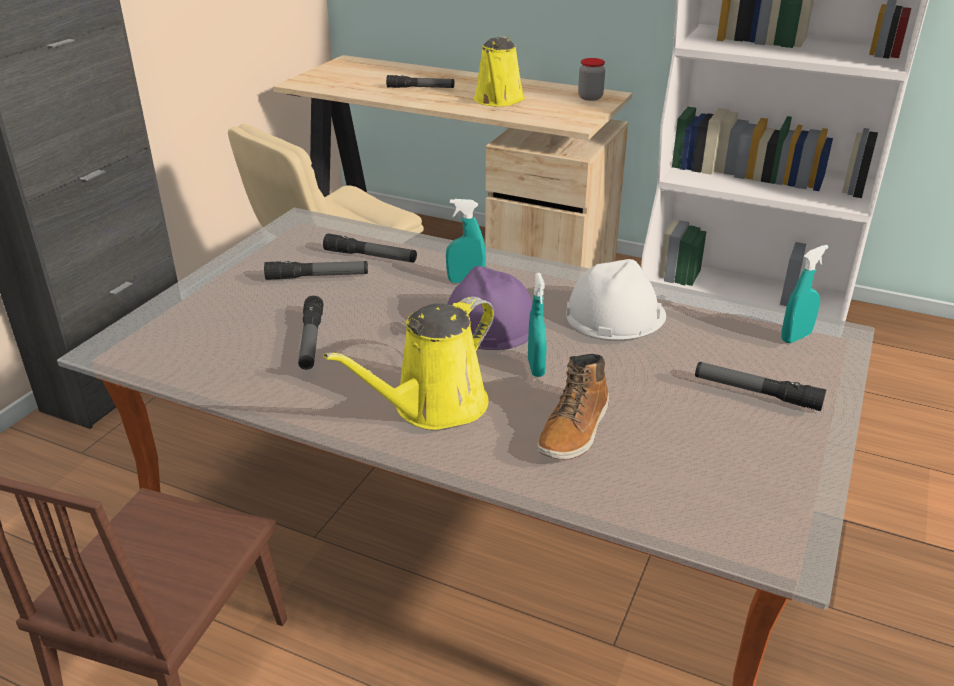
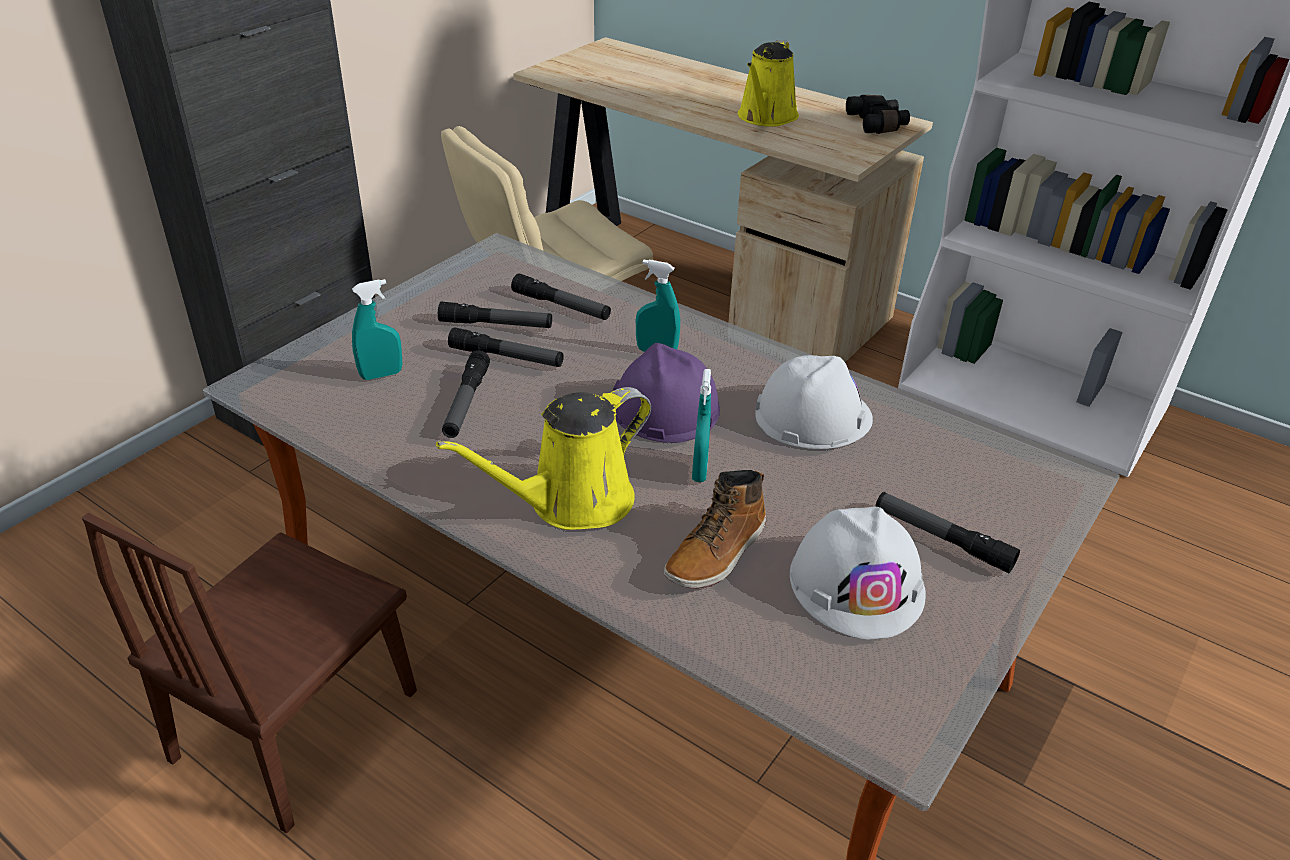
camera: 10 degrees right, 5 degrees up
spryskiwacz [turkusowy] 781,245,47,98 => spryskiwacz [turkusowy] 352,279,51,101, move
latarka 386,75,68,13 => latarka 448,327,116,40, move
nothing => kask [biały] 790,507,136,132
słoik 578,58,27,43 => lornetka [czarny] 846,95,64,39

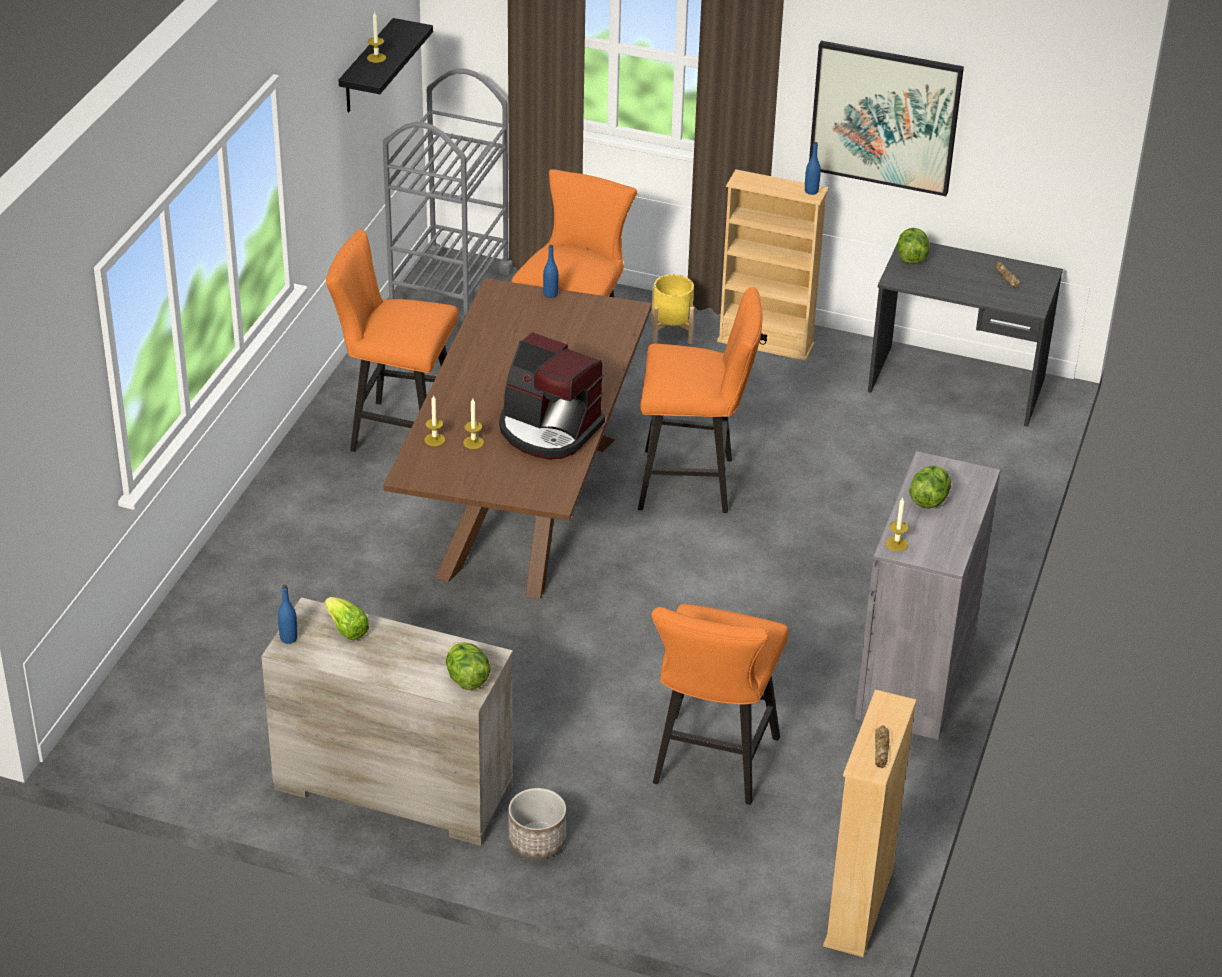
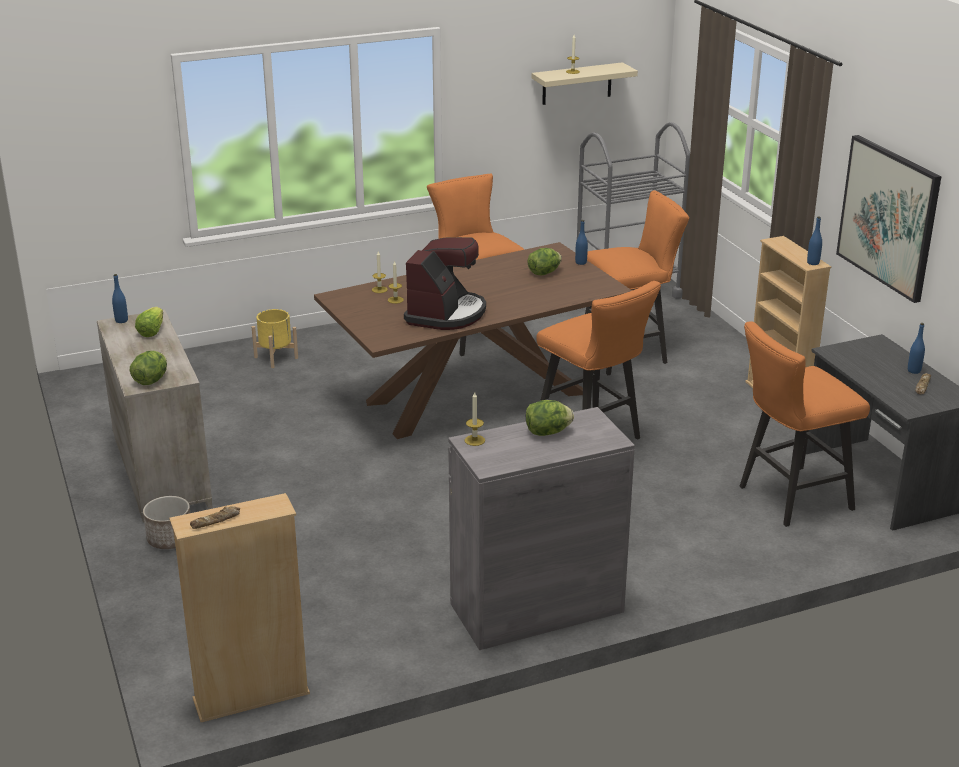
camera: 50 degrees right, 10 degrees down
donica [żółty] 651,274,43,70 => donica [żółty] 252,309,46,59, move
ekspres do kawy 499,332,106,127 => ekspres do kawy 404,237,82,93, 150 degrees counterclockwise
sałata 897,228,33,36 => sałata 527,248,35,27, move
półka [czarny] 339,18,94,94 => półka [beżowy] 532,62,106,43
stołek [pomarańczowy] 651,604,137,201 => stołek [pomarańczowy] 740,321,130,206, move
nothing => butelka [niebieski] 908,323,17,51

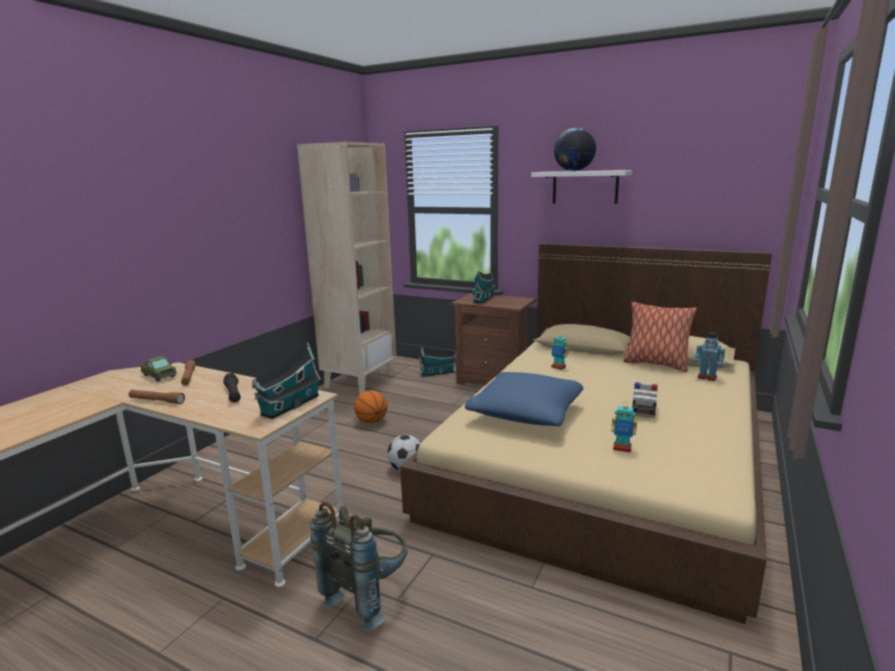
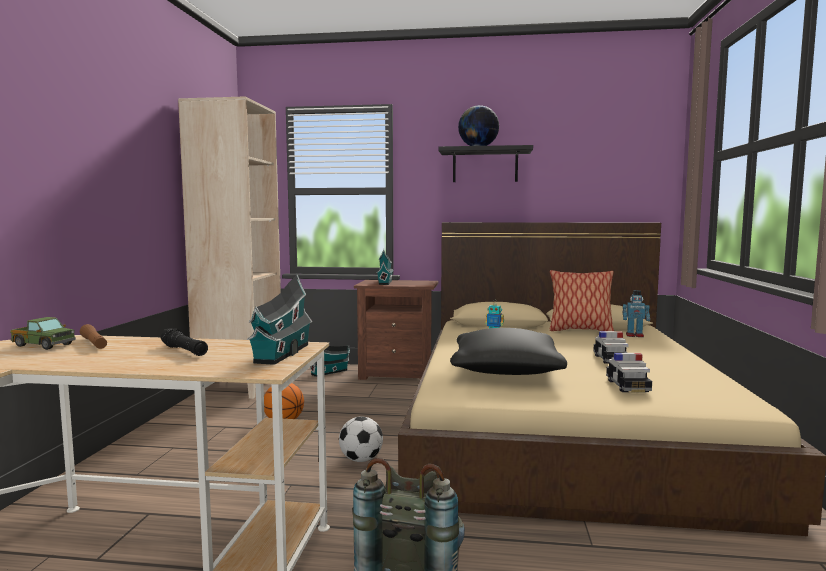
camera: 20 degrees left, 10 degrees down
półka [biały] 531,170,101,34 => półka [czarny] 438,145,95,37
poduszka [niebieski] 465,372,118,54 => poduszka [czarny] 450,328,117,47
robot zabawkowy 611,401,26,51 => samochodzik 606,353,46,40
latarka [brązowy] 129,390,56,14 => nothing

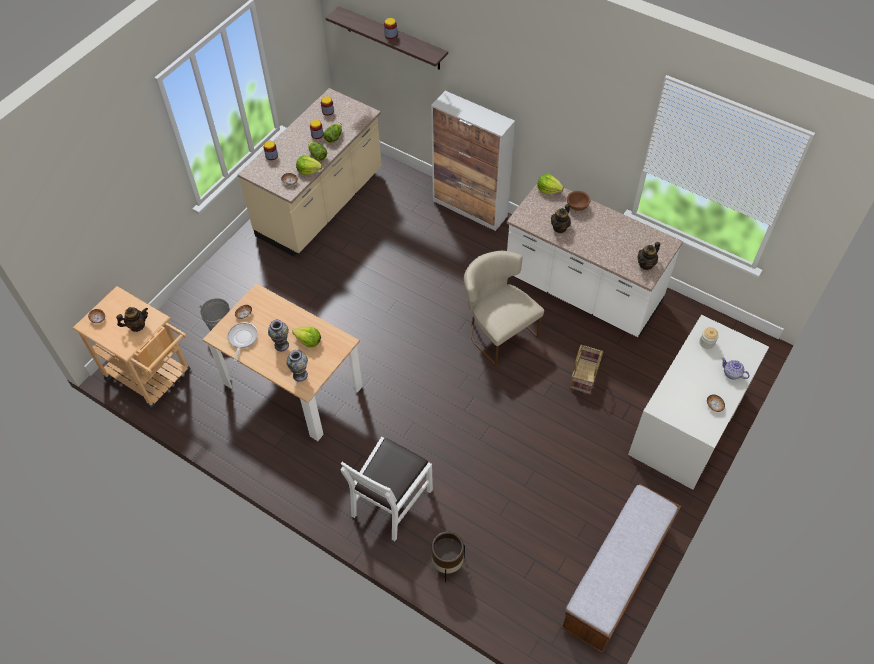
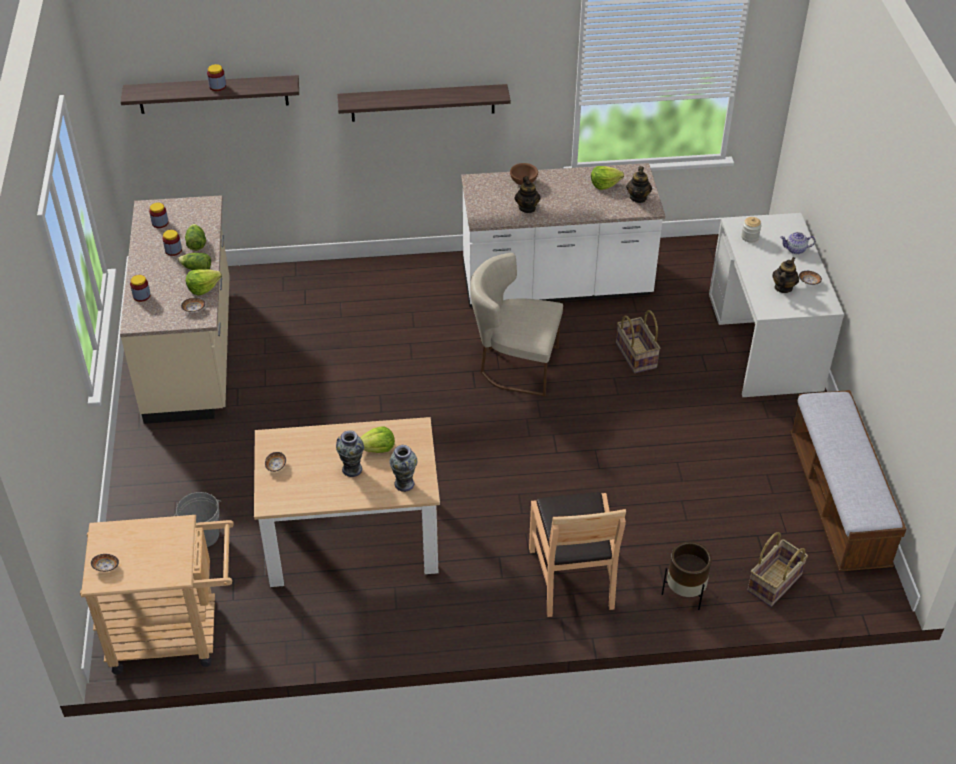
camera: 40 degrees left, 10 degrees down
nothing => półka 337,84,174,38
krzesło [biały] 341,437,92,104 => krzesło [brązowy] 529,492,97,125
sałata 537,173,27,21 => sałata 591,166,33,24, move
nothing => koszyk 747,532,61,75
imbryk 116,307,32,25 => imbryk 772,257,27,36, move
patelnia 227,323,31,38 => nothing
szafka 431,91,84,140 => nothing

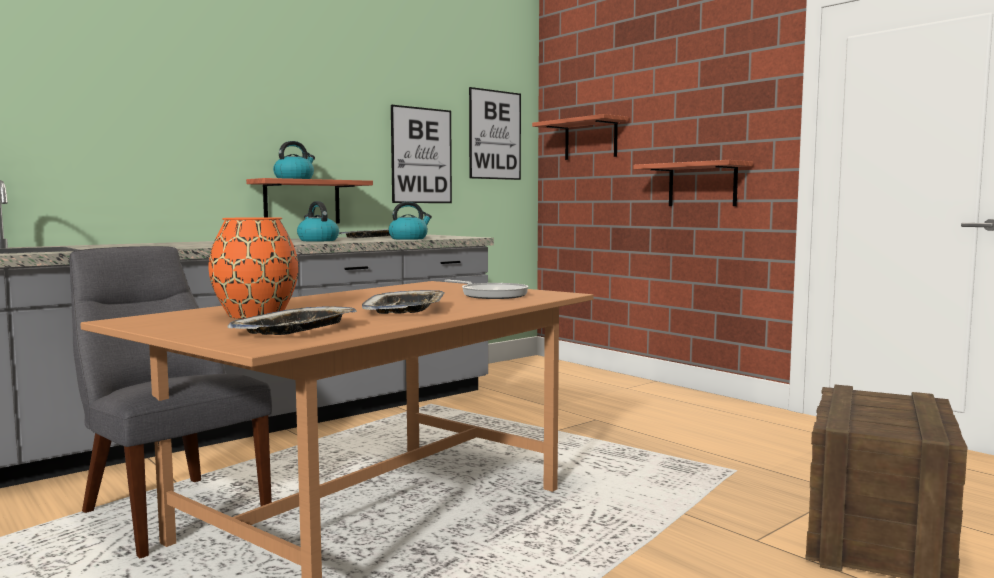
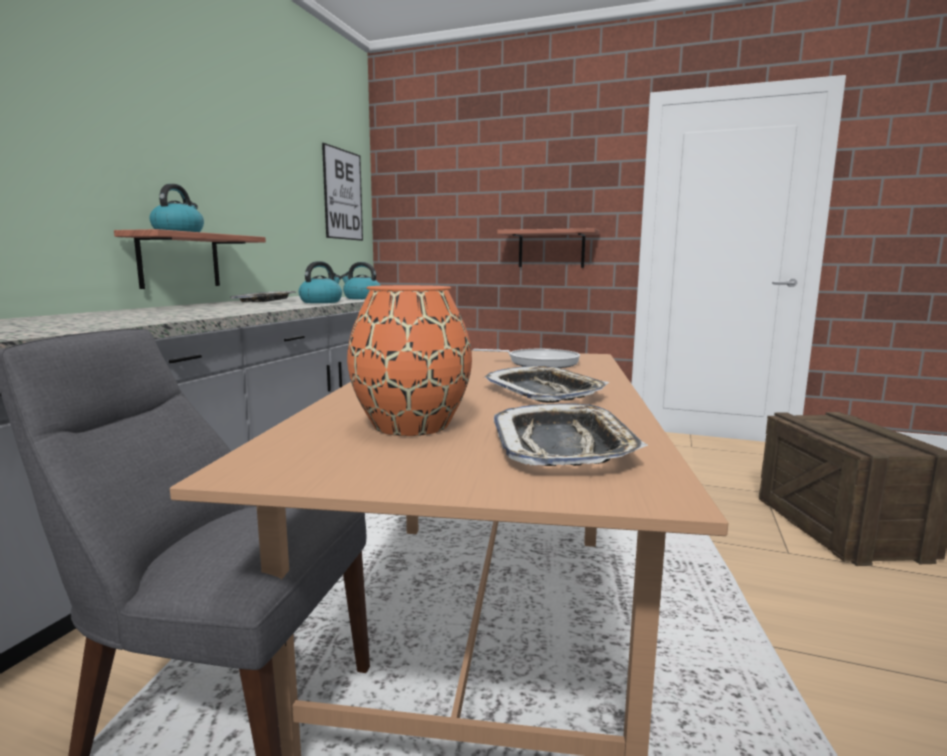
camera: 30 degrees left, 5 degrees up
czajnik 297,201,42,41 => czajnik 341,262,40,37, move
obraz 391,105,61,98 => nothing
półka 532,114,97,46 => nothing

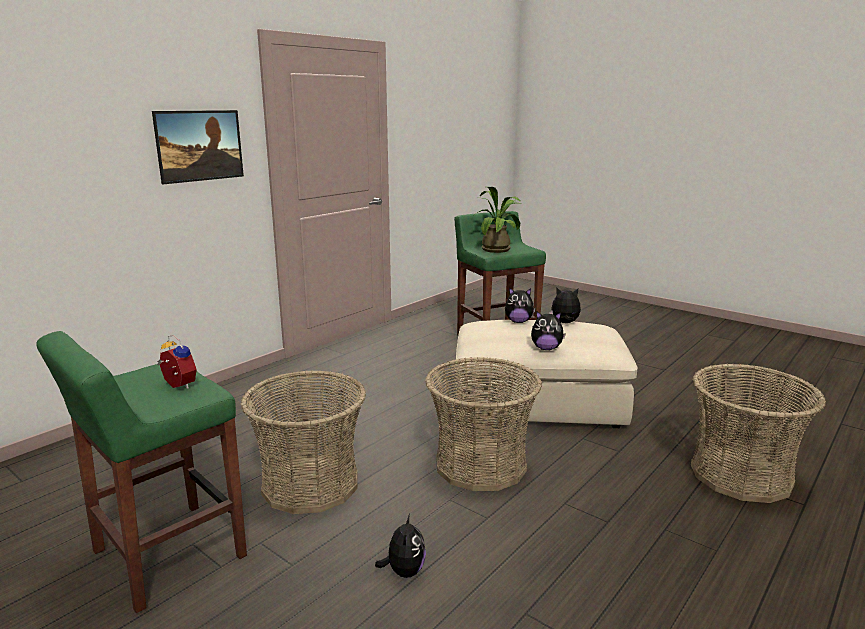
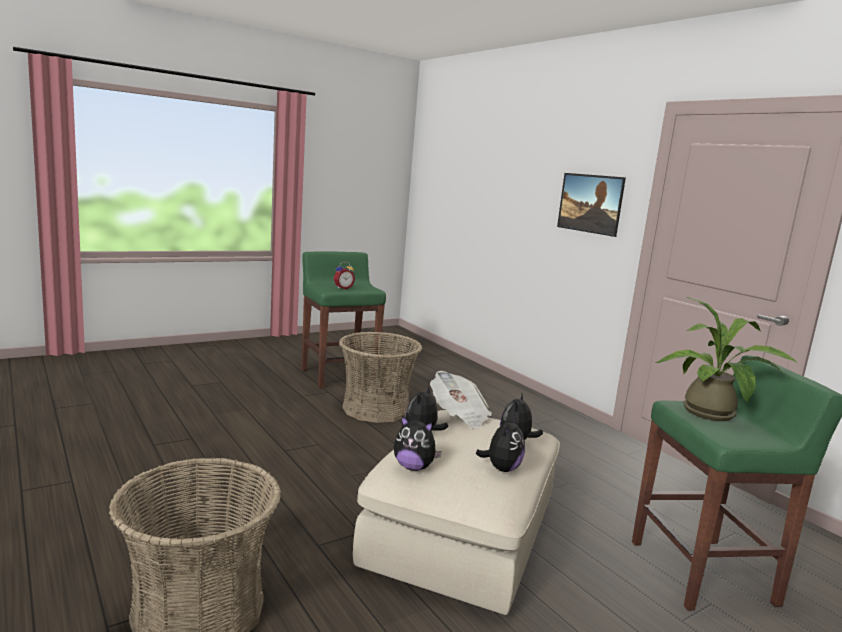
camera: 105 degrees right, 5 degrees down
pluszak 375,514,51,64 => pluszak 394,416,48,55, move
nothing => gazeta 430,371,62,58
koszyk 425,357,117,134 => nothing

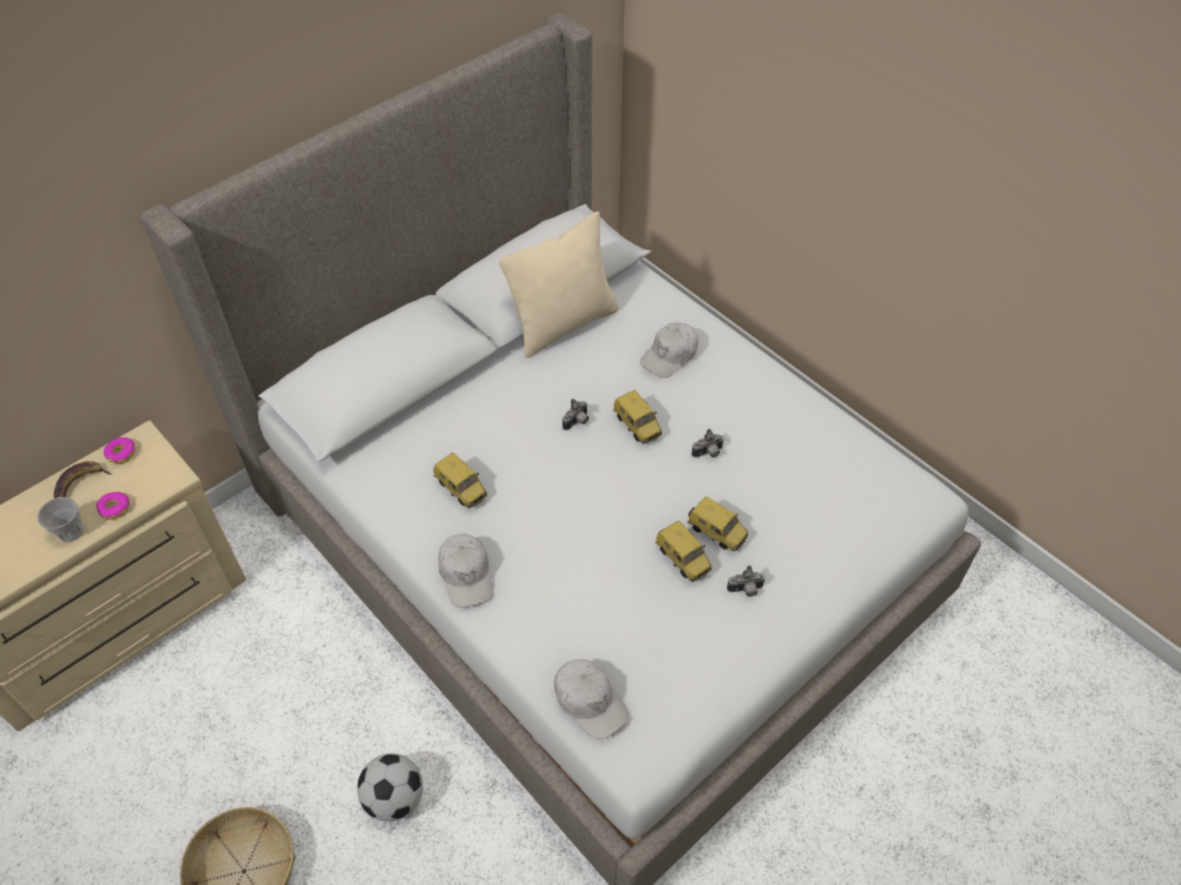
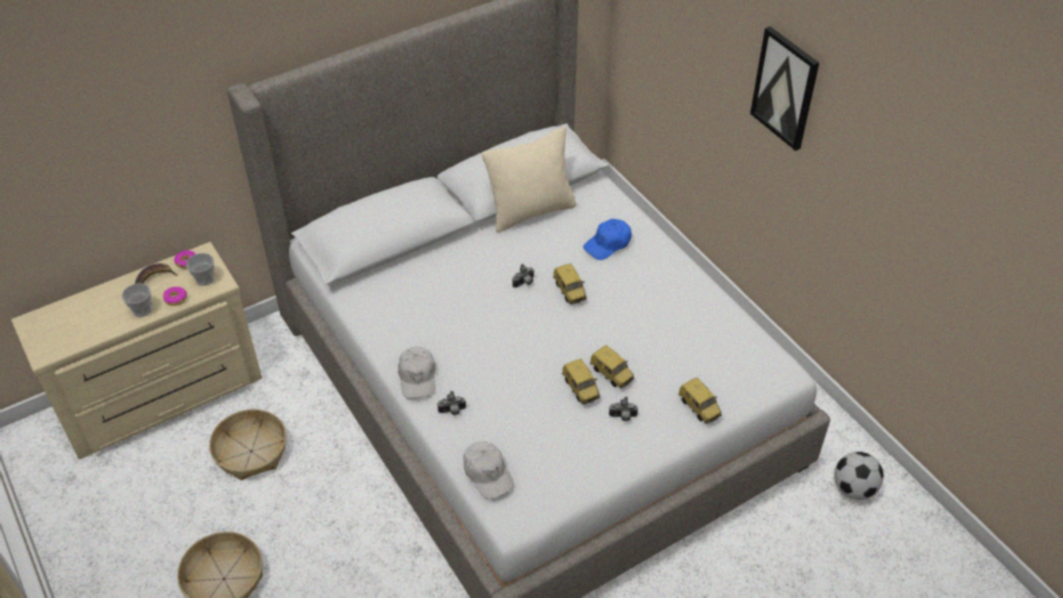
camera: 10 degrees right, 5 degrees down
nothing => filiżanka 186,253,29,33
nothing => koszyk 209,409,77,71
aparat fotograficzny 692,429,32,29 => aparat fotograficzny 437,391,29,24, move
czapka z daszkiem [biały] 640,322,58,56 => czapka z daszkiem [niebieski] 583,219,49,41
samochodzik 433,453,54,55 => samochodzik 678,378,44,46, move
nothing => obraz 750,26,69,125
piłka futbolowa 357,753,66,68 => piłka futbolowa 834,452,50,48, move

